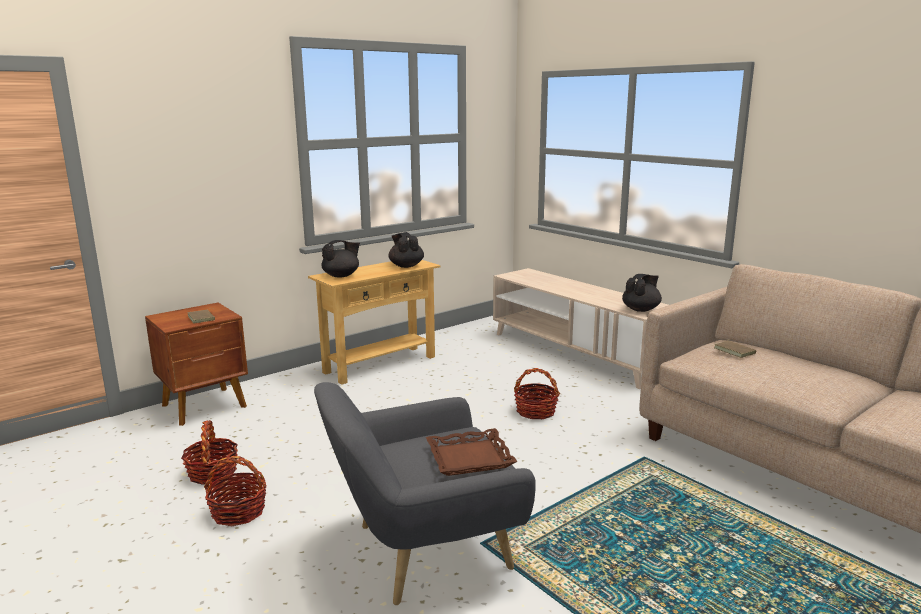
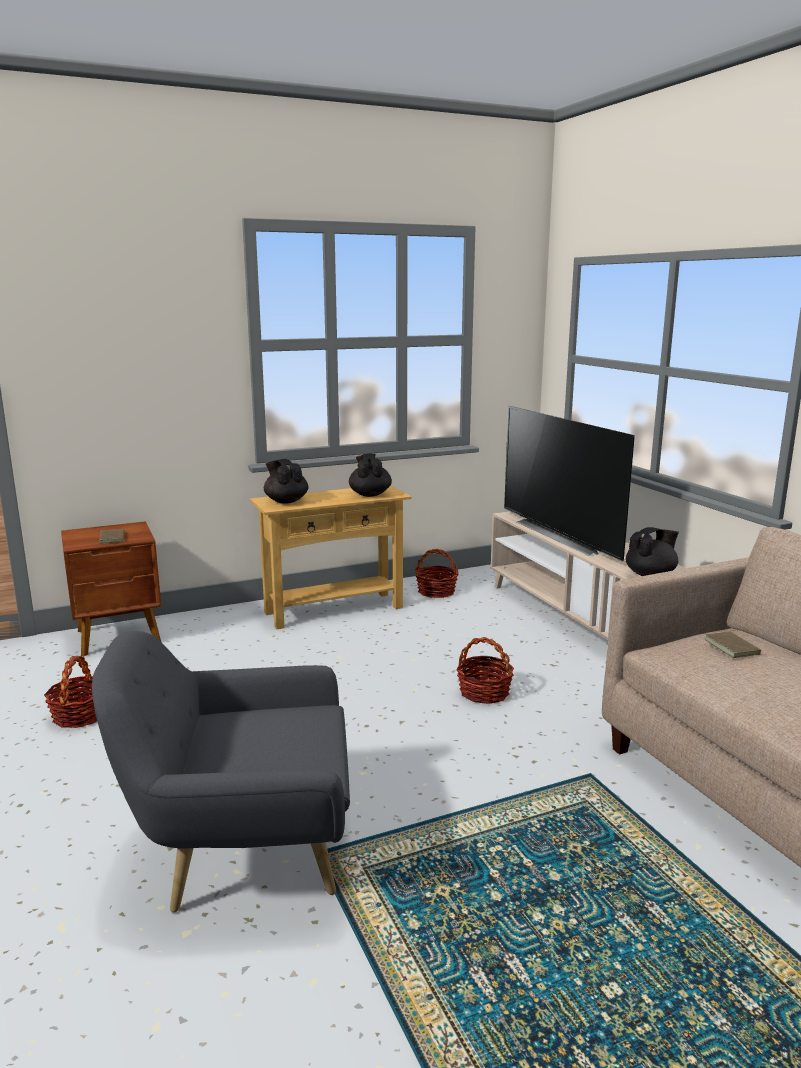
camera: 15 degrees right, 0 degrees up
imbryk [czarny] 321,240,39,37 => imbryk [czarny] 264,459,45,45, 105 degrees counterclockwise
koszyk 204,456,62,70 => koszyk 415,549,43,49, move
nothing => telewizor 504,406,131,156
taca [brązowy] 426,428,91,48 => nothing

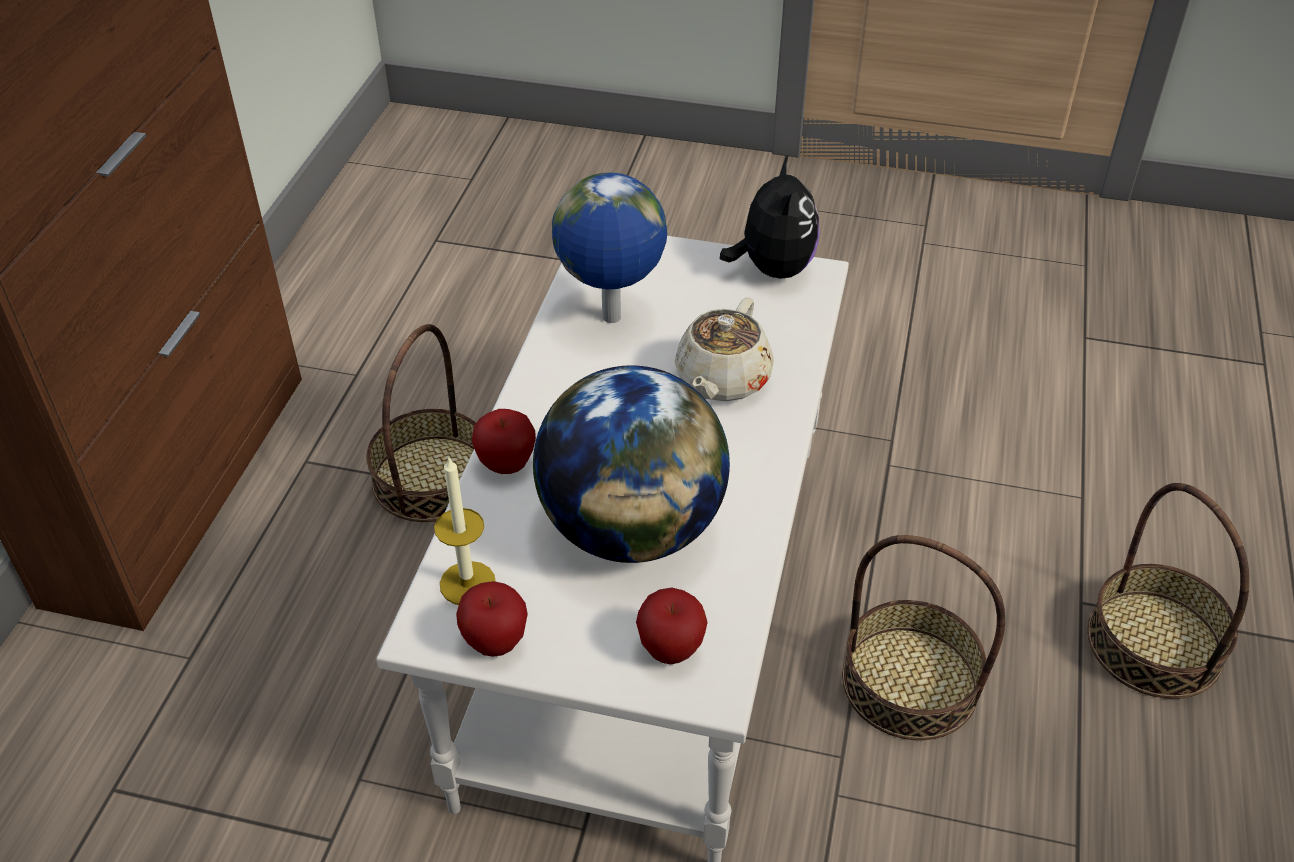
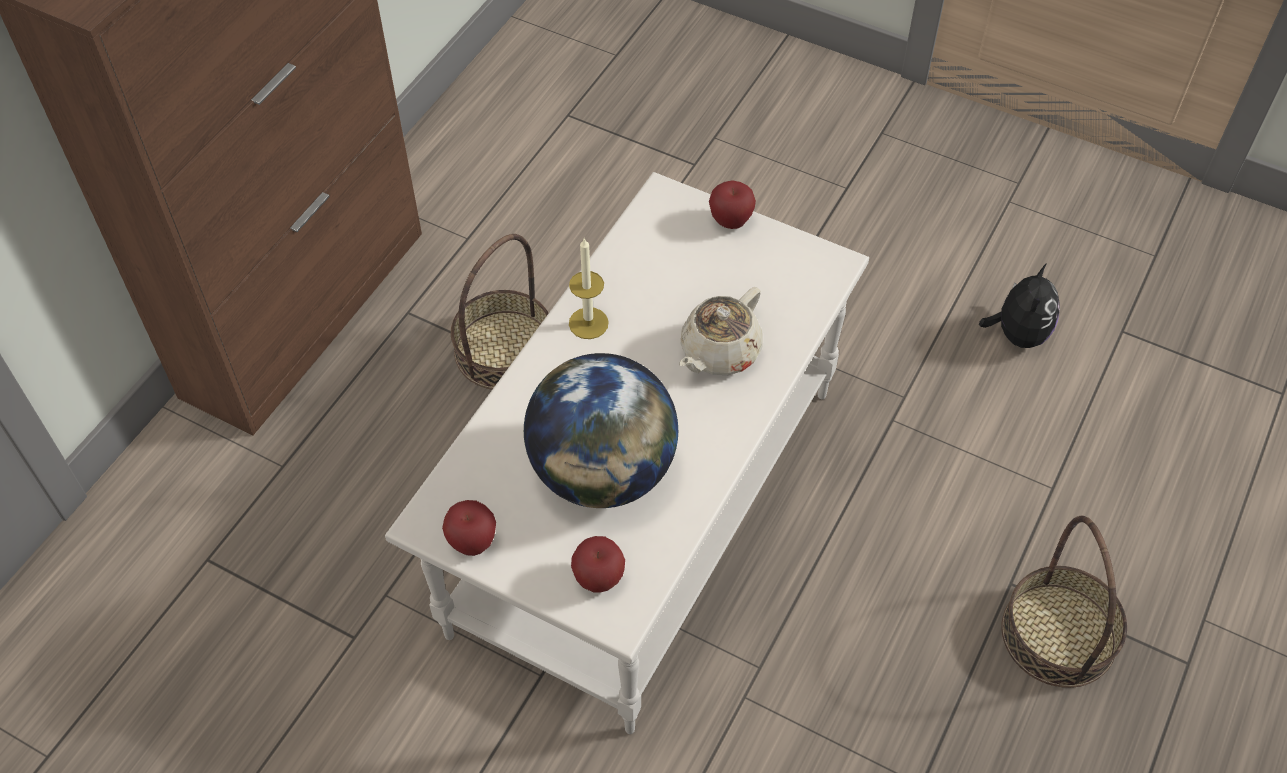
camera: 15 degrees right, 10 degrees up
świeca 434,456,62,149 => świeca 569,238,40,101, move
jabłko 472,409,64,65 => jabłko 709,180,47,49, move
pluszak 720,156,100,123 => pluszak 979,263,81,85, move
globus 552,172,115,151 => nothing
koszyk 842,535,163,205 => nothing

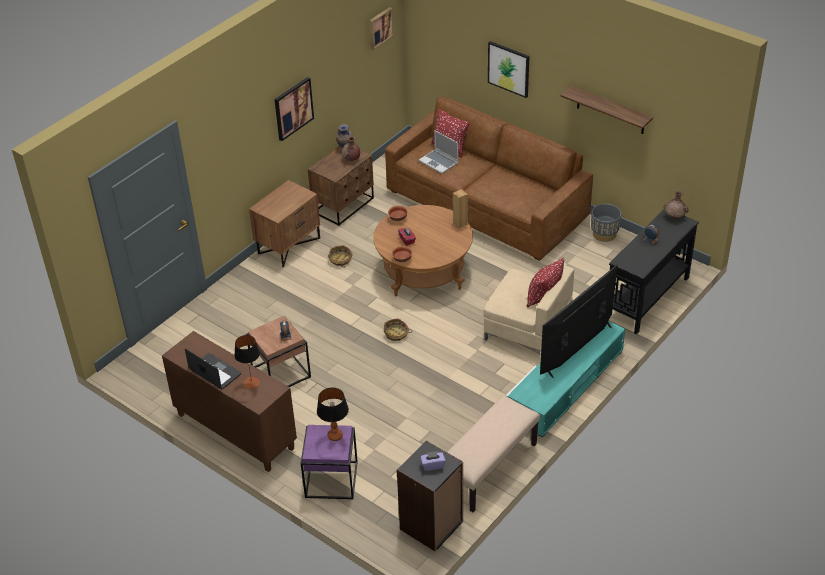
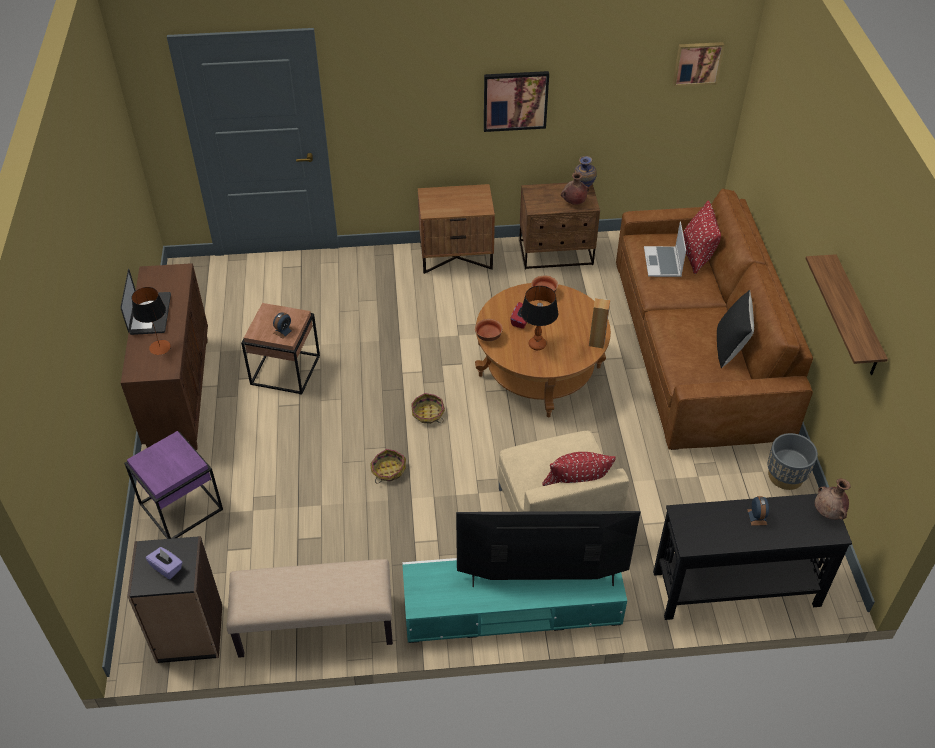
camera: 45 degrees right, 5 degrees up
koszyk 328,245,25,21 => koszyk 370,449,36,35, move
lampa stołowa 317,387,32,54 => lampa stołowa 521,286,37,64, move
nothing => poduszka [czarny] 717,290,37,78
obraz 488,41,41,57 => nothing

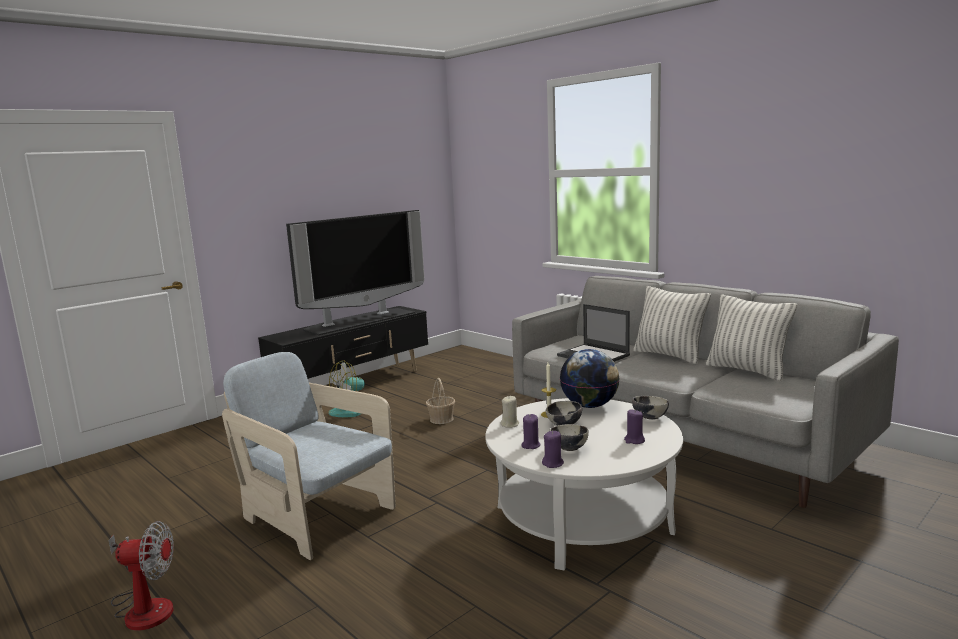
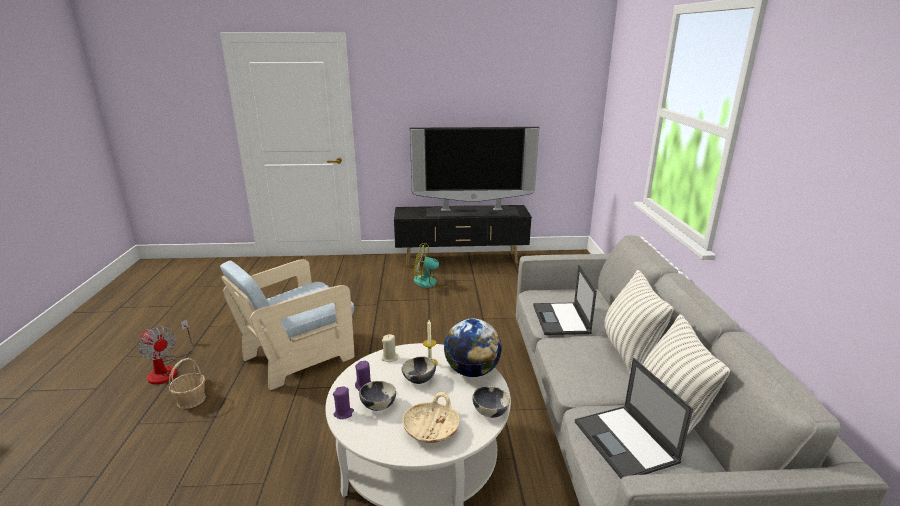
camera: 40 degrees right, 10 degrees up
koszyk 426,378,29,46 => koszyk 169,358,37,51, move
fotel [beżowy] 222,352,174,208 => fotel [beżowy] 220,259,135,131, 120 degrees counterclockwise
świeca [fioletowy] 624,409,21,35 => miska [beżowy] 402,392,58,51
nothing => laptop 575,358,118,121

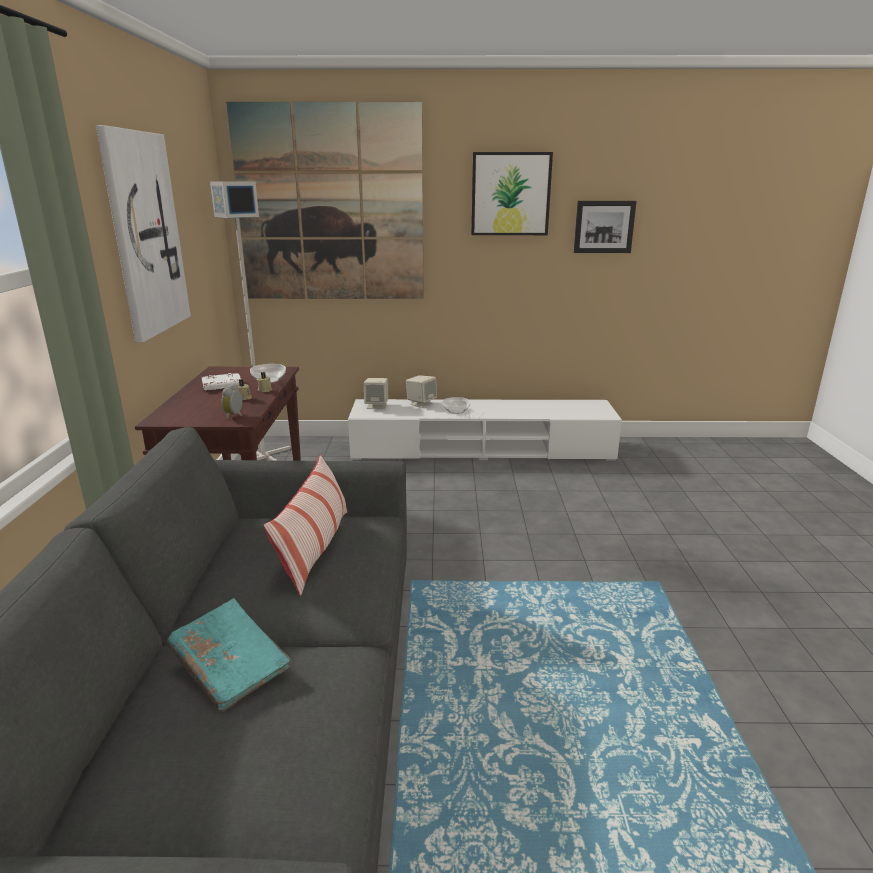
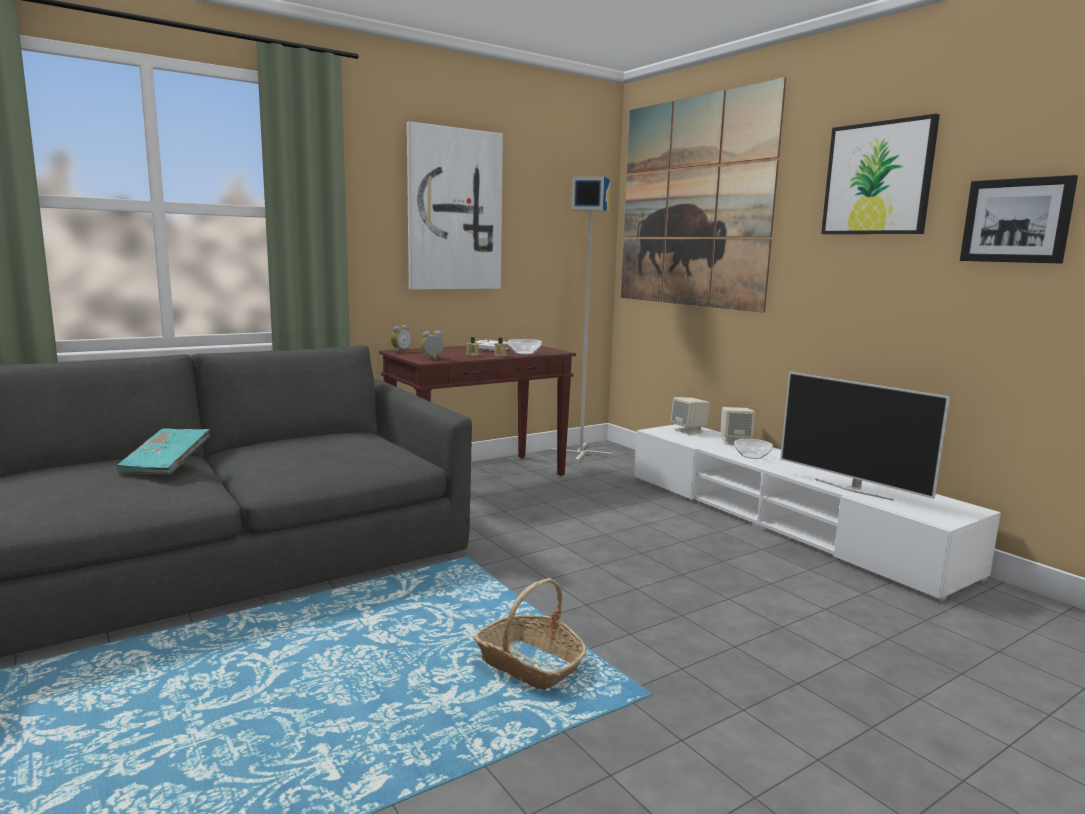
camera: 55 degrees right, 10 degrees down
nothing => budzik 391,325,20,28
nothing => koszyk 474,578,112,112
nothing => telewizor 780,372,170,129
poduszka 263,455,85,141 => nothing

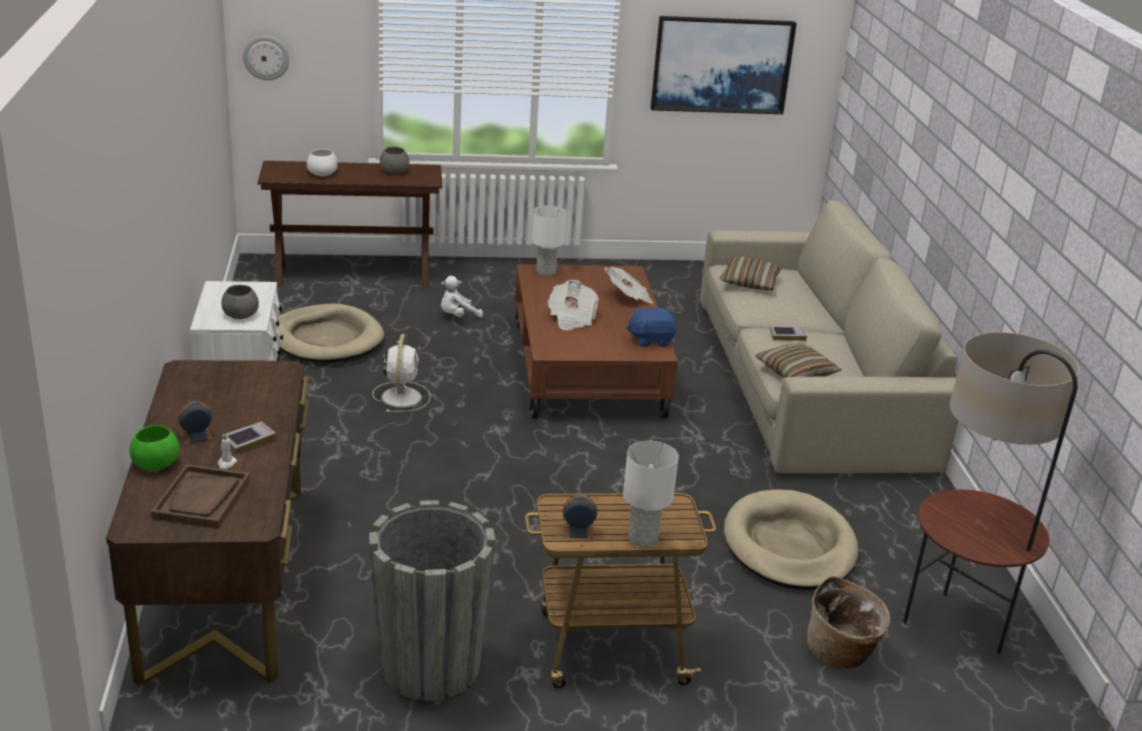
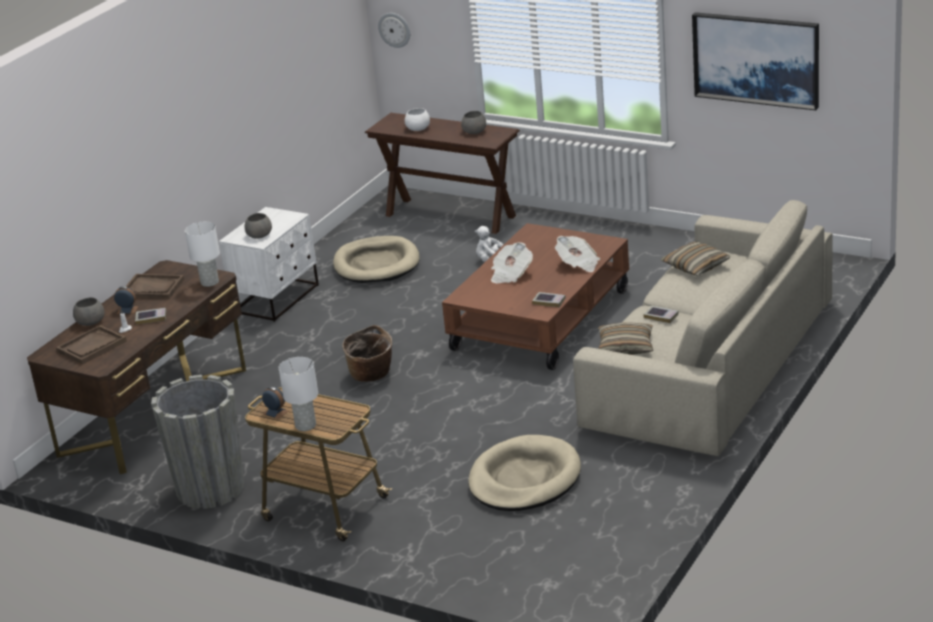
camera: 40 degrees right, 0 degrees up
miska [zielony] 130,425,50,46 => miska [szary] 73,297,32,29
nothing => taca [brązowy] 125,274,59,25
lampa stołowa [biały] 532,205,34,71 => lampa stołowa [biały] 185,222,35,65, move
koszyk 807,576,83,93 => koszyk 342,325,50,57, move
pluszak [niebieski] 626,307,50,40 => książka 532,292,34,15
wentylator [biały] 372,334,59,78 => nothing
lampa stojąca 903,332,177,322 => nothing

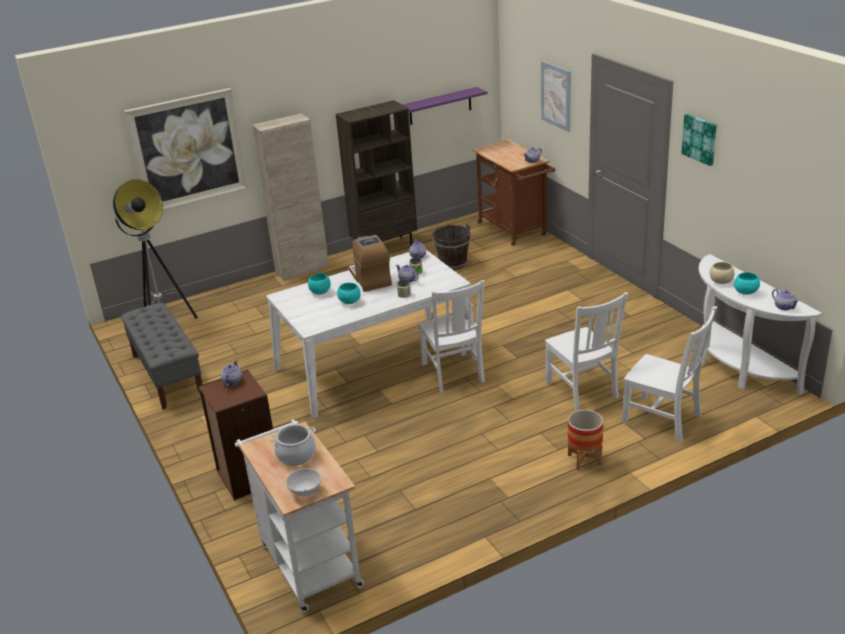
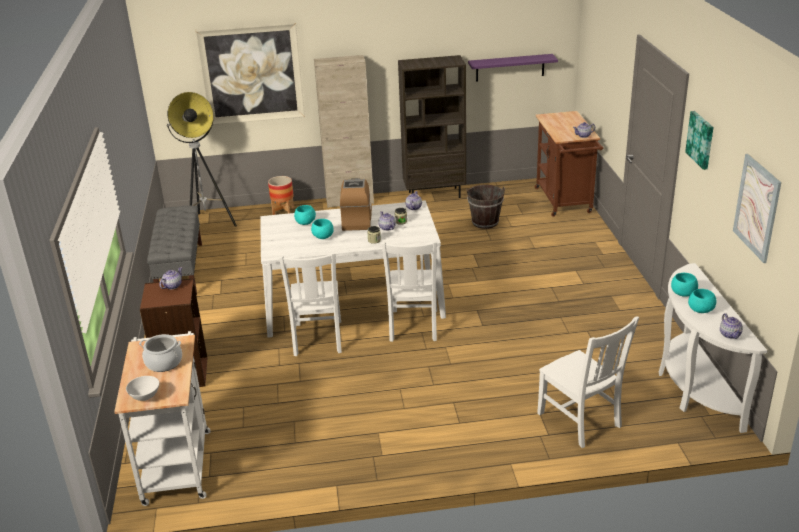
camera: 20 degrees right, 0 degrees up
donica 568,410,35,60 => donica 268,176,26,39, move
krzesło [biały] 545,292,83,119 => krzesło [biały] 279,253,63,103, move
miska [beżowy] 710,262,25,22 => miska [turkusowy] 671,273,27,24
obraz 541,61,30,71 => obraz 733,154,48,109, move

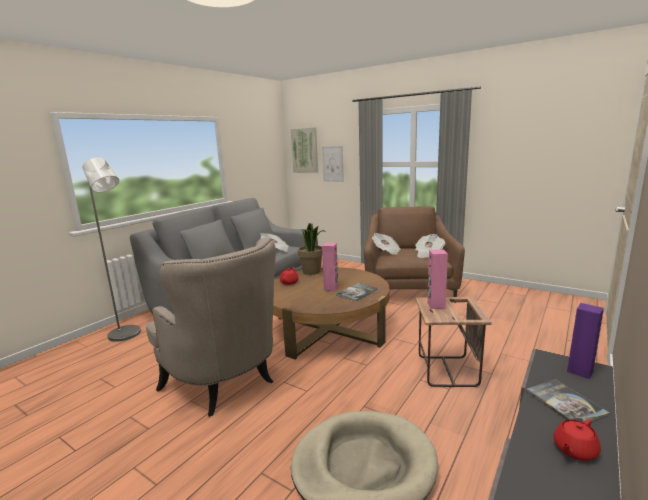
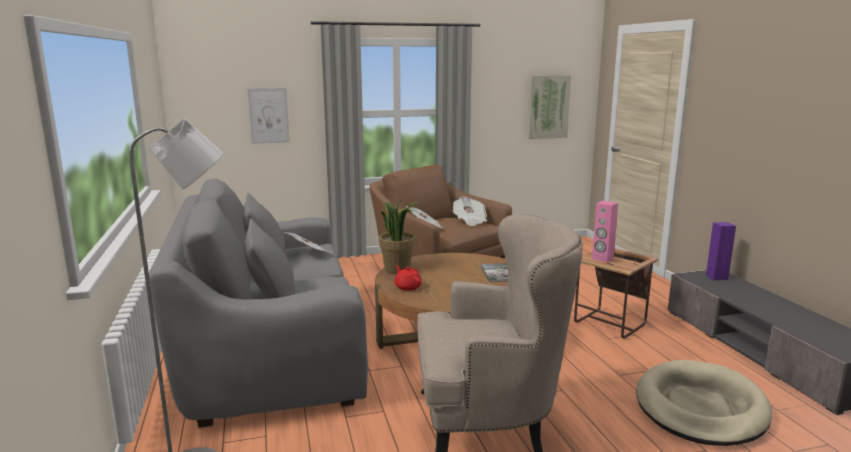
camera: 50 degrees left, 0 degrees up
obraz 291,127,27,46 => obraz 527,75,44,64, move
głośnik [różowy] 322,243,16,48 => nothing
książka 526,379,83,44 => nothing
imbryk [czerwony] 554,419,47,42 => nothing

